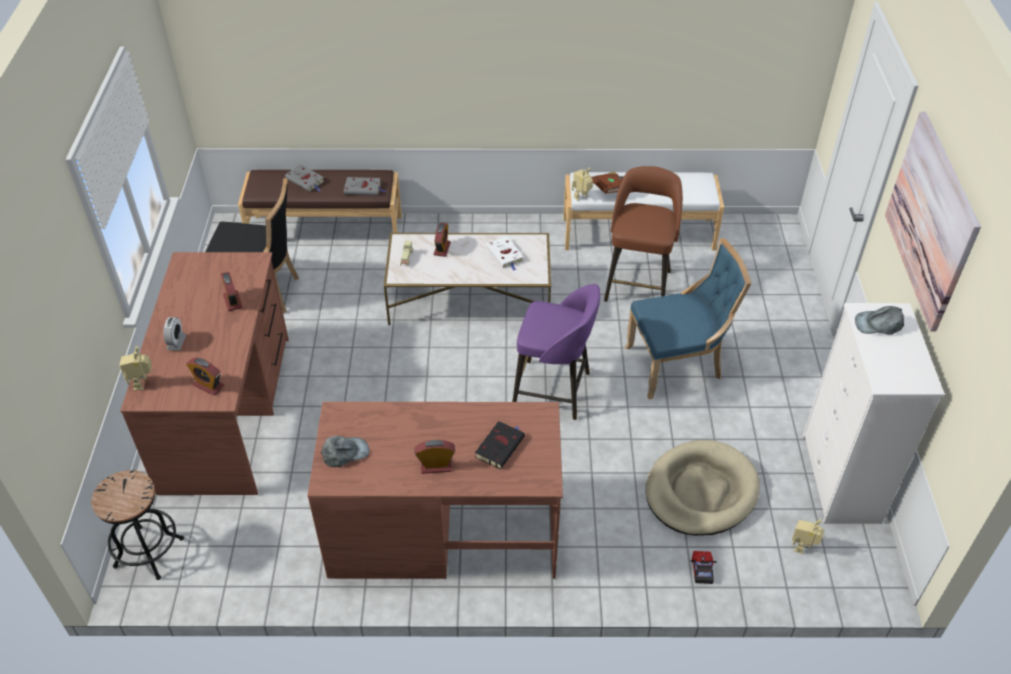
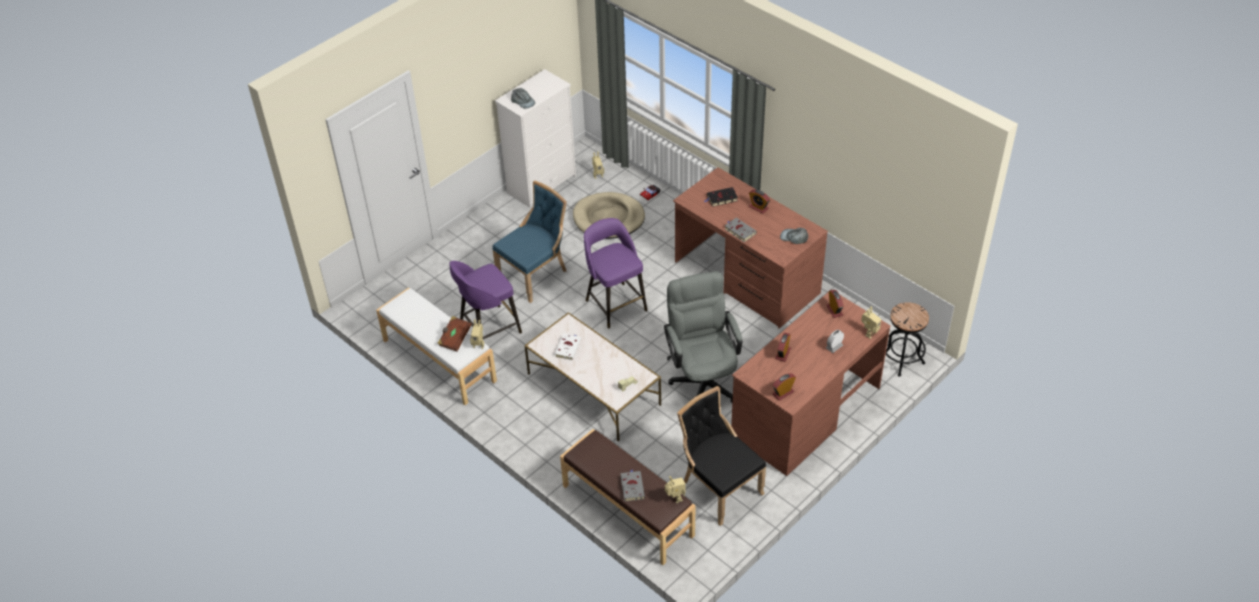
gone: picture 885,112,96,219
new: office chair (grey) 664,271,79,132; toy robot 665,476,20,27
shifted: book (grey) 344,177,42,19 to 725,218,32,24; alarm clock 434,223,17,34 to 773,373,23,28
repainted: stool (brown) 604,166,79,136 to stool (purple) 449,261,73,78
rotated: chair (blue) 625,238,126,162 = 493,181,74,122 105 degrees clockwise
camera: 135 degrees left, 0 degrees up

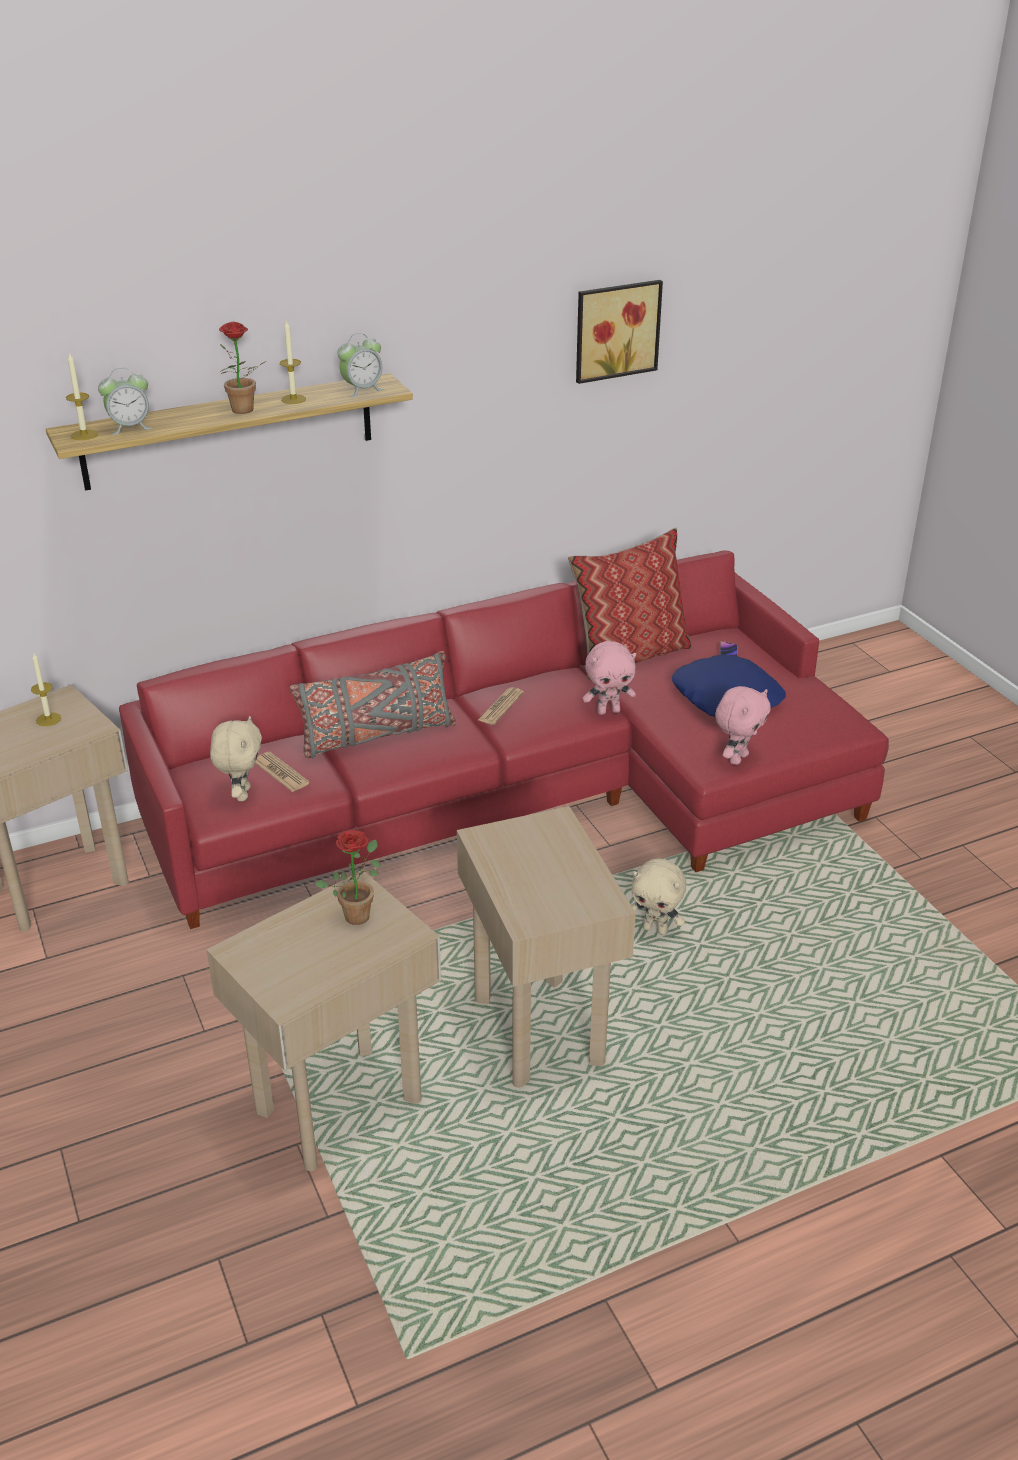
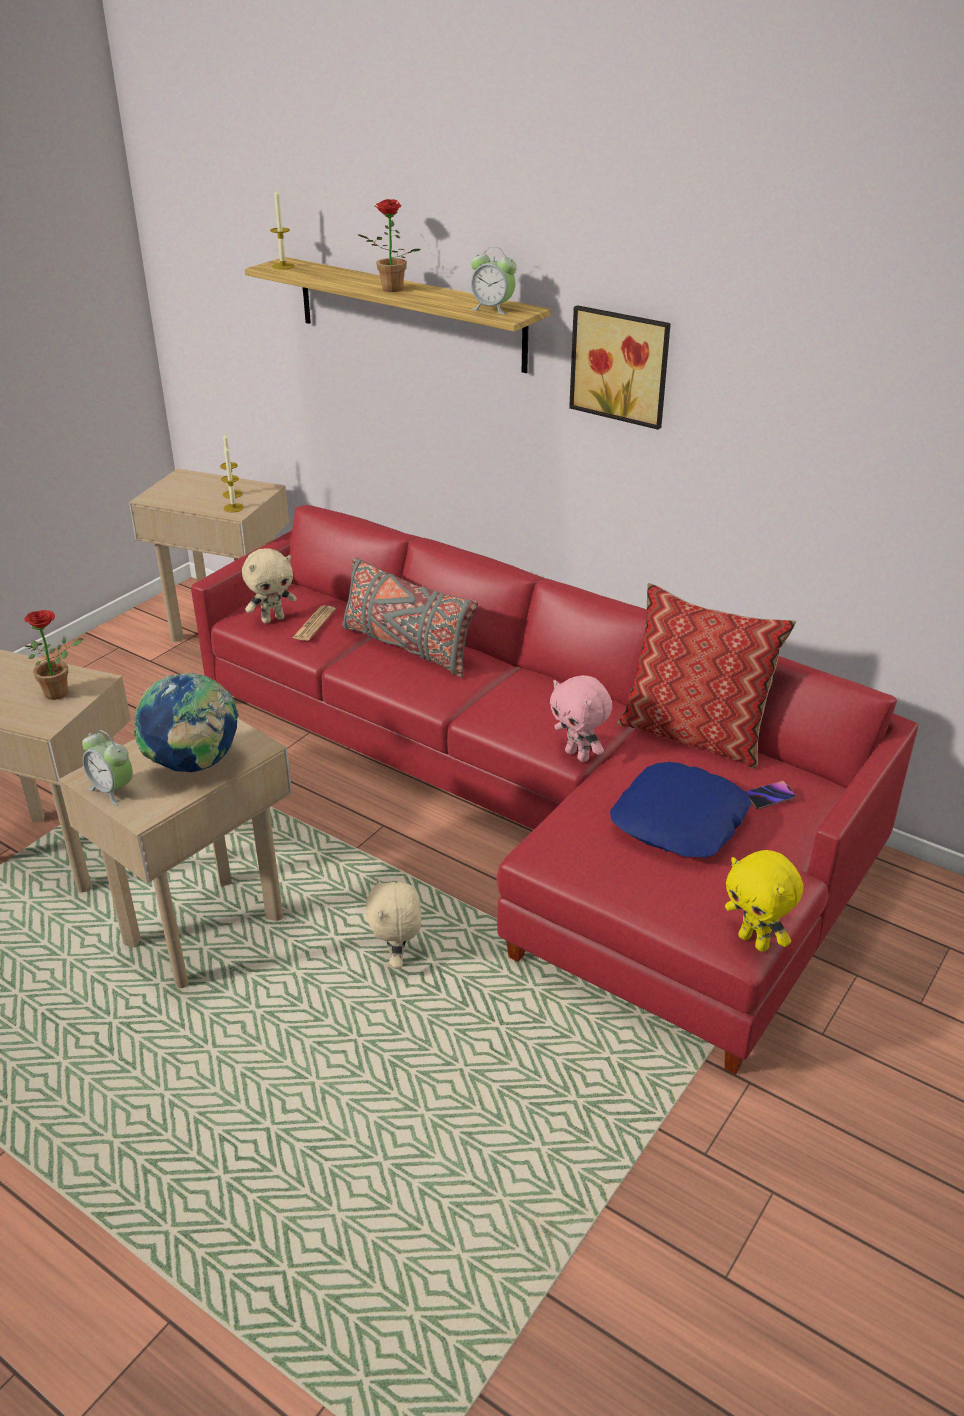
gone: newspaper 478,687,46,38; plush toy (pink) 715,686,56,79
new: globe 134,673,105,99; plush toy (yellow) 725,850,78,102
shifted: alarm clock 98,368,55,67 to 82,730,51,76; candle 280,320,26,84 to 221,446,23,66; picture 576,280,87,104 to 569,305,102,125
camera: 60 degrees right, 0 degrees up

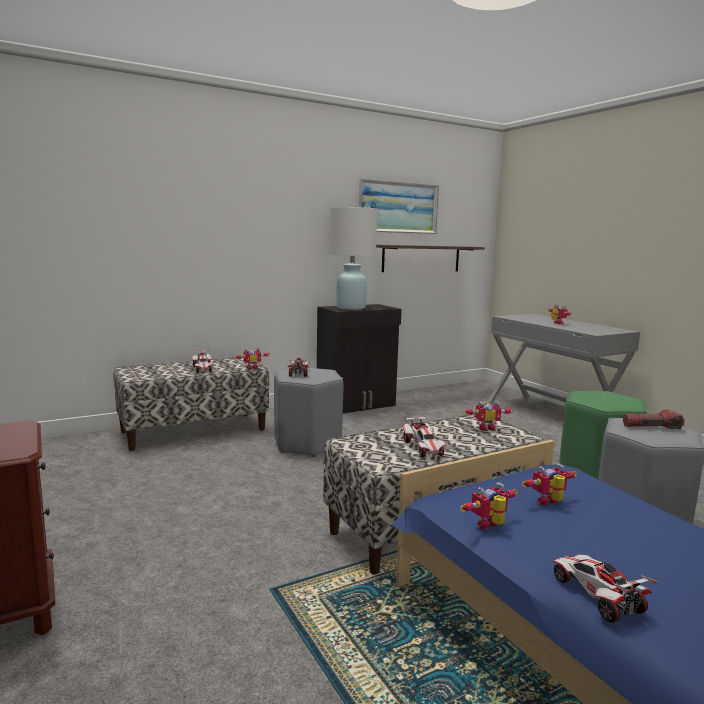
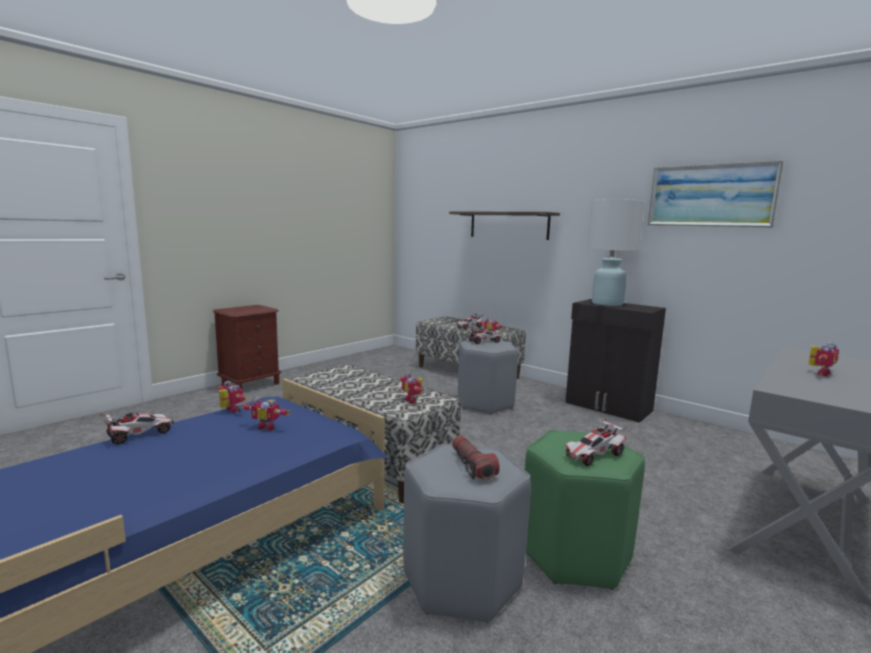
shifted: shelf 376,245,109,27 to 449,212,111,28; toy car 402,414,44,43 to 565,417,63,49
rotated: toy robot 521,463,56,43 = 241,397,50,34 150 degrees clockwise
camera: 70 degrees right, 0 degrees up

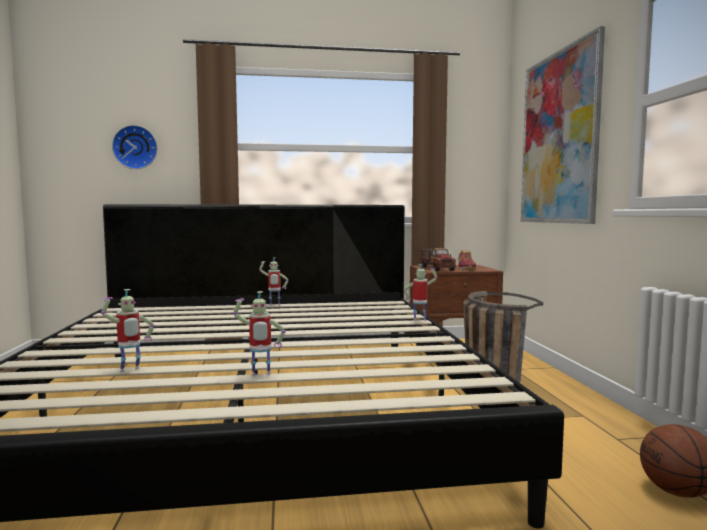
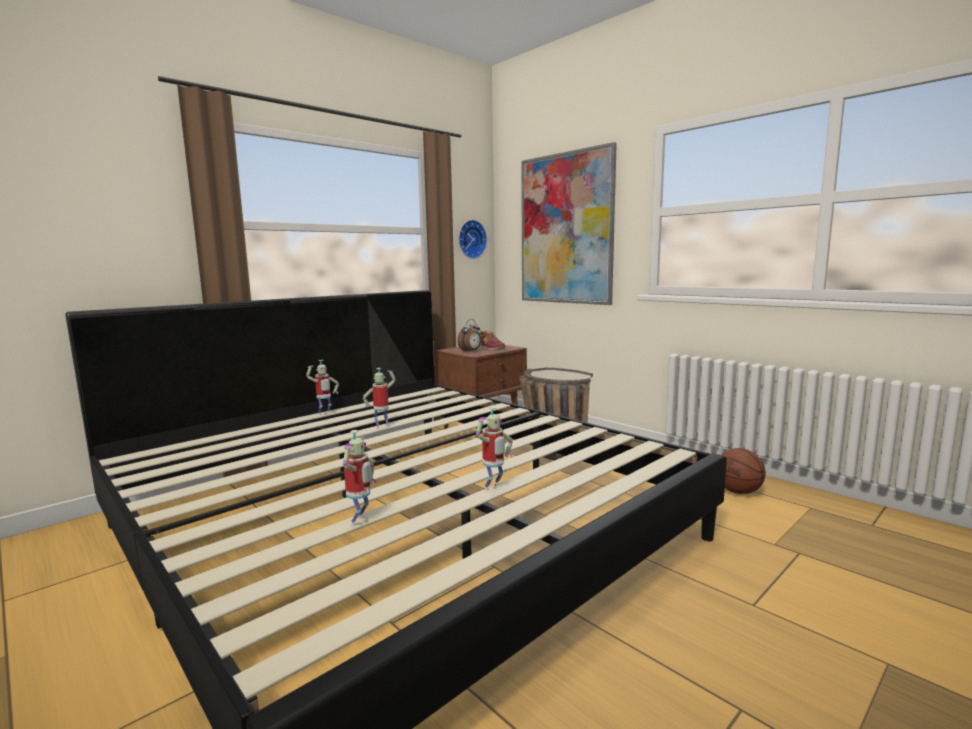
shifted: wall clock 112,125,46,44 to 459,220,28,39; toy robot 404,264,34,57 to 363,368,33,61
swapped: toy truck 420,248,36,23 to alarm clock 457,319,24,34
camera: 35 degrees left, 5 degrees up

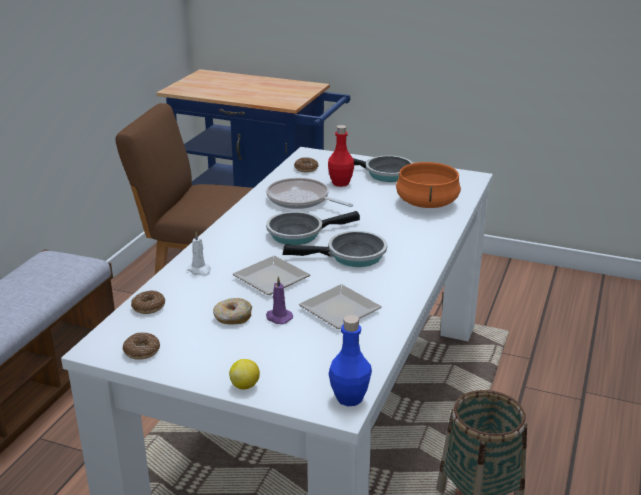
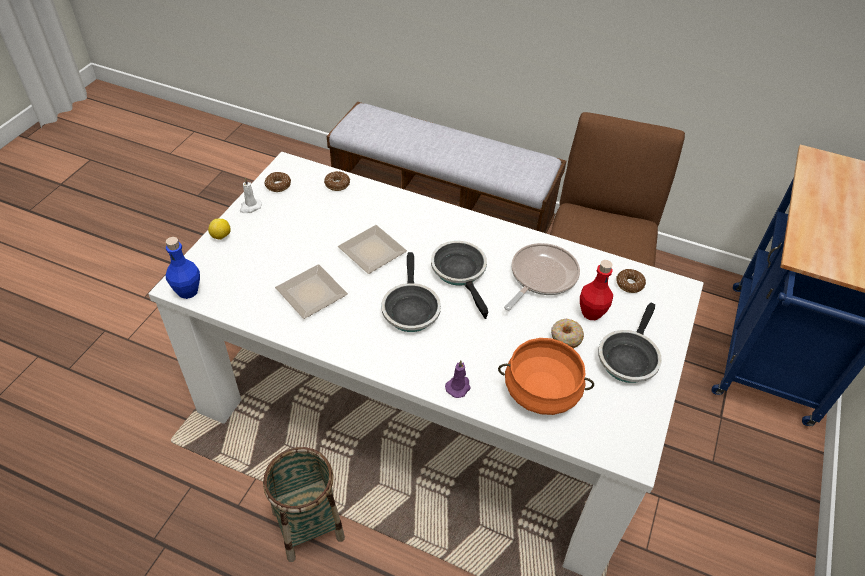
shifted: candle (white) 187,232,24,44 to 240,178,22,35; donut 213,298,39,27 to 551,318,33,31; candle (purple) 266,276,27,48 to 445,361,26,37
camera: 90 degrees right, 20 degrees up

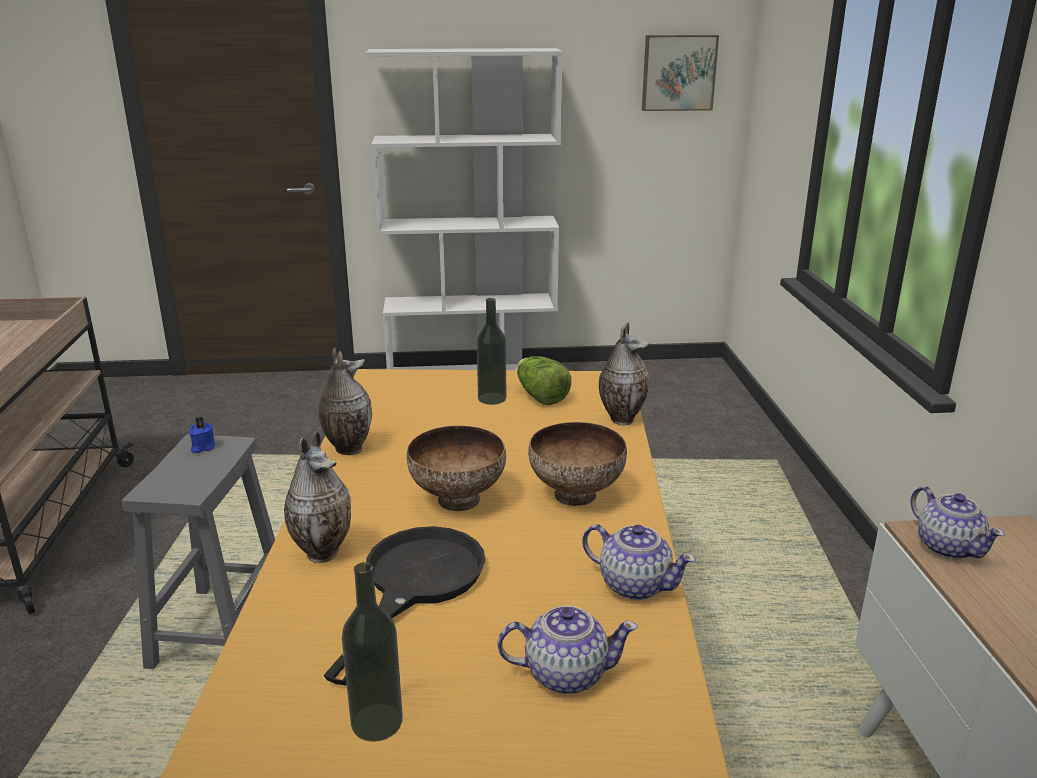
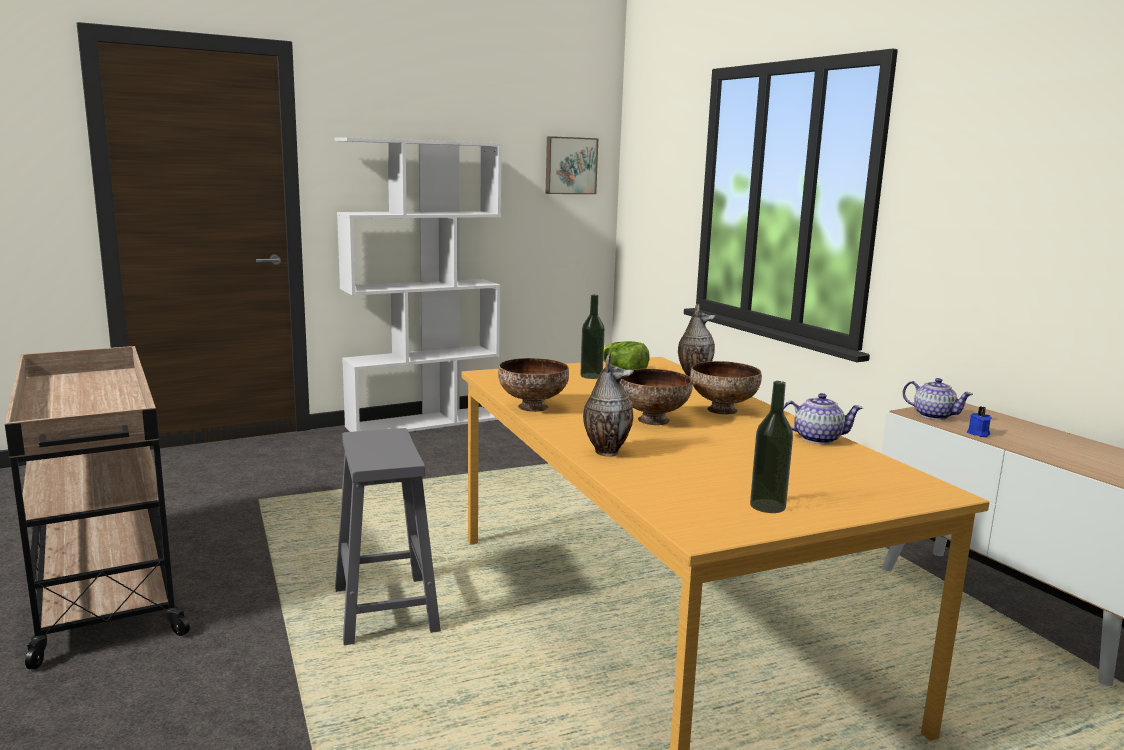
gone: frying pan (black) 323,526,162,160; teapot 498,605,140,89
shifted: candle (blue) 189,417,26,36 to 967,406,25,31
swapped: vase 318,347,54,108 to bowl 498,358,71,54
camera: 25 degrees left, 10 degrees down

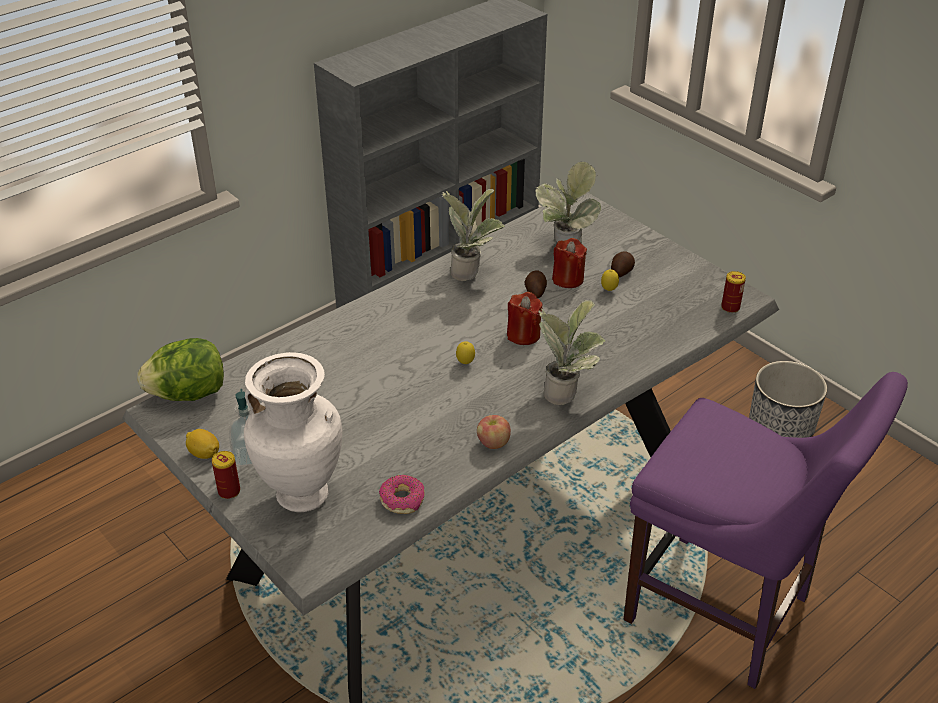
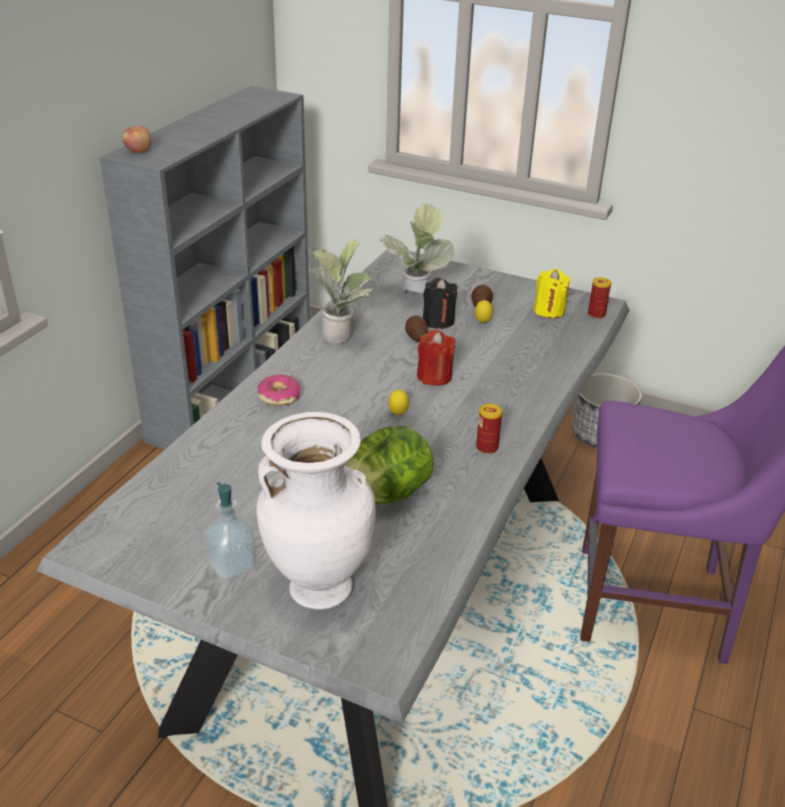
gone: lemon 186,429,33,30; potted plant 538,300,68,105
new: candle (yellow) 534,269,37,49
shifted: lettuce 138,338,86,63 to 345,426,89,78; can 212,451,28,48 to 476,404,26,50; donut 379,475,46,39 to 257,375,43,30; apple 477,415,34,34 to 122,126,30,27
repainted: candle (red) 552,238,35,50 to candle (black) 423,278,35,51
camera: 25 degrees left, 5 degrees down

